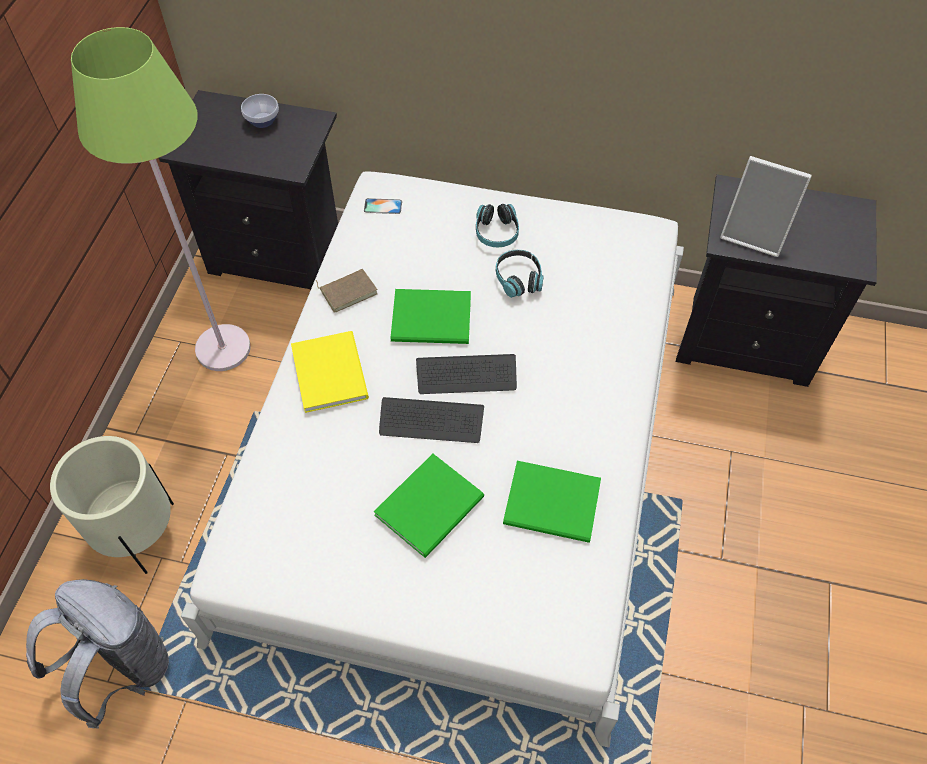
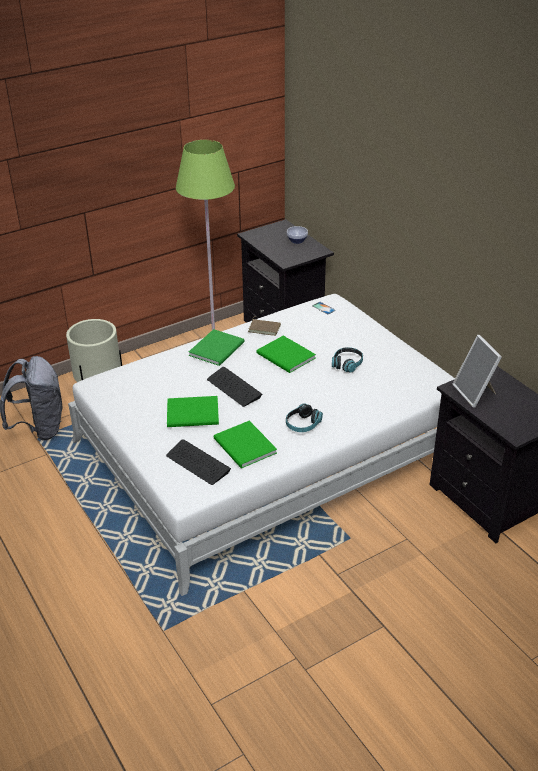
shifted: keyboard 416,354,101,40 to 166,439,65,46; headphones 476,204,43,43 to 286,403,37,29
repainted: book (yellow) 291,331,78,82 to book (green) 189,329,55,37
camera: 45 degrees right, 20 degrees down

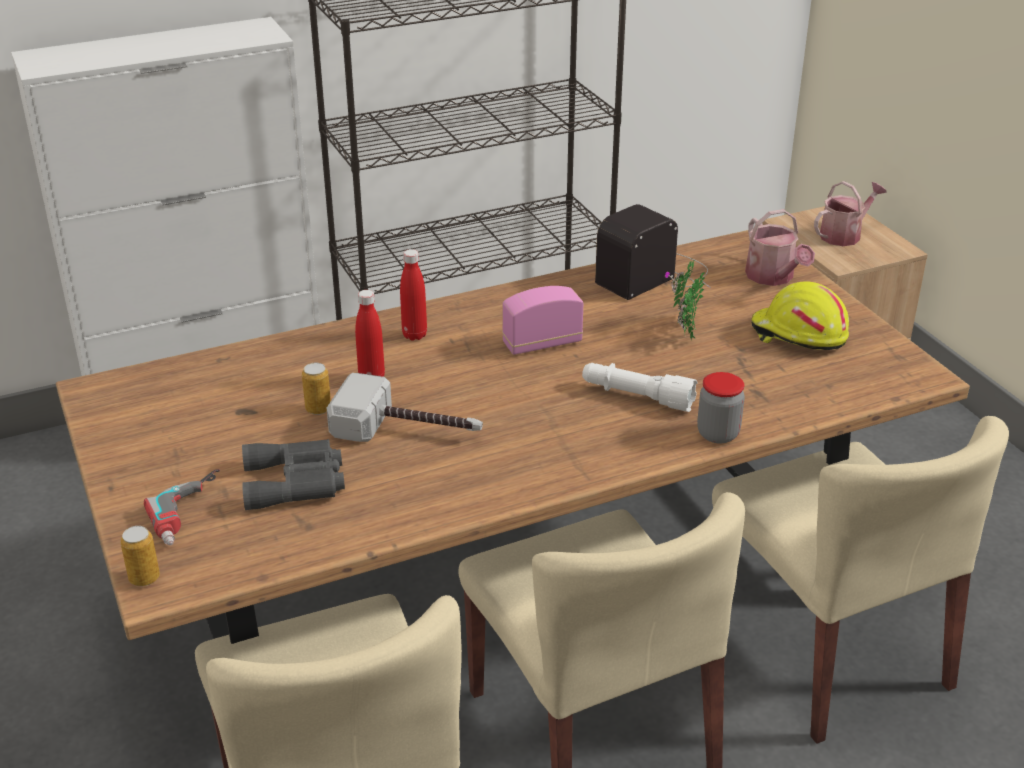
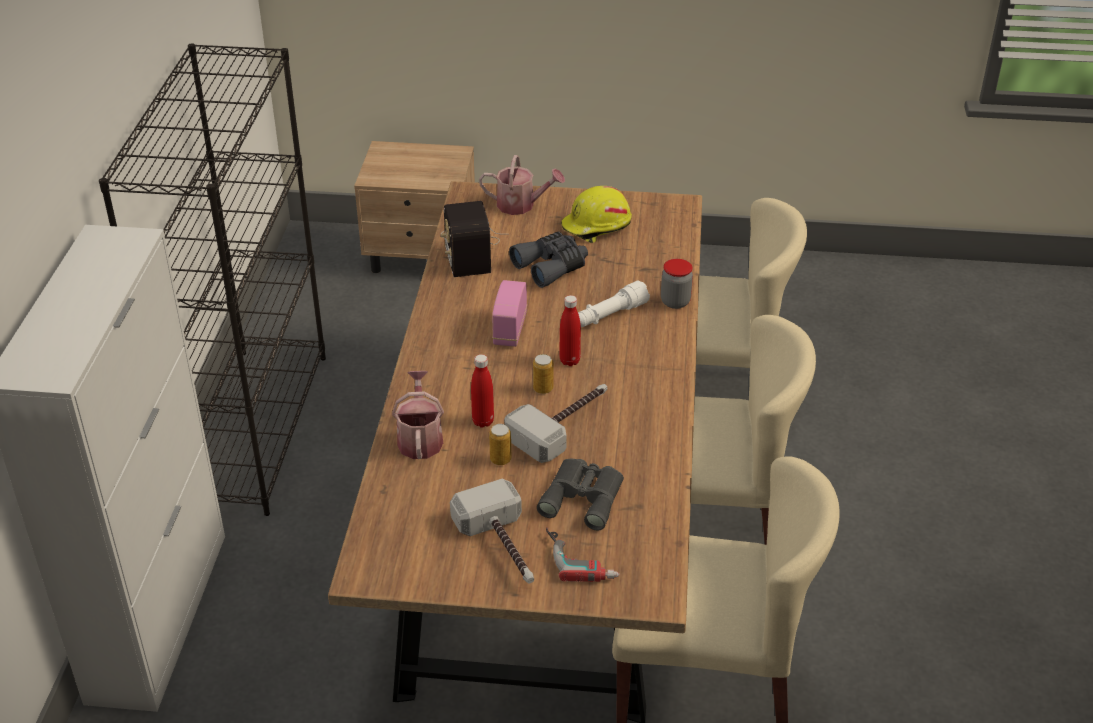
new: hammer 450,479,84,104
shifted: can 120,526,40,60 to 533,354,20,40; bottle (red) 400,249,27,91 to 559,295,22,71; watering can 814,181,73,65 to 392,371,52,88
swapped: potted plant 671,258,34,81 to binoculars (grey) 509,232,79,56
camera: 60 degrees left, 5 degrees up

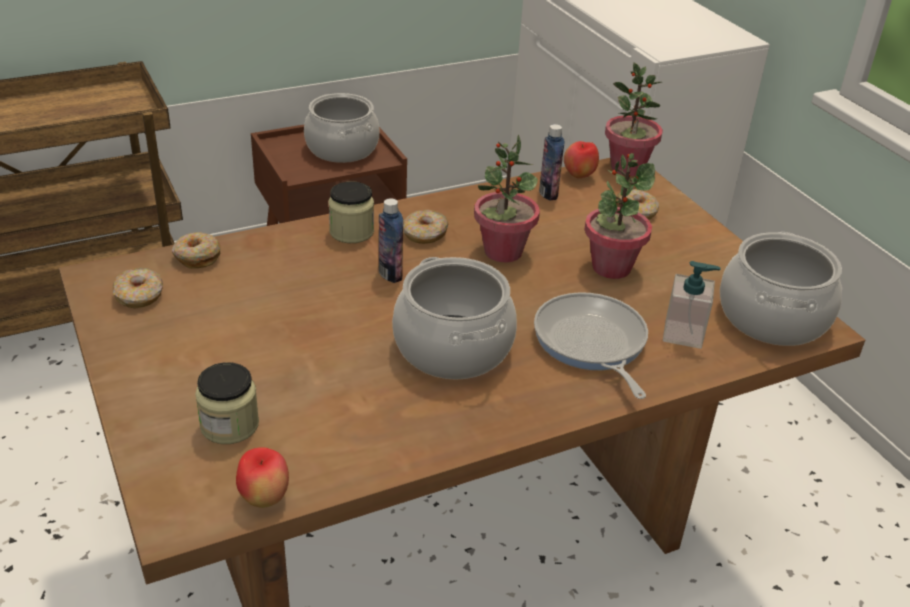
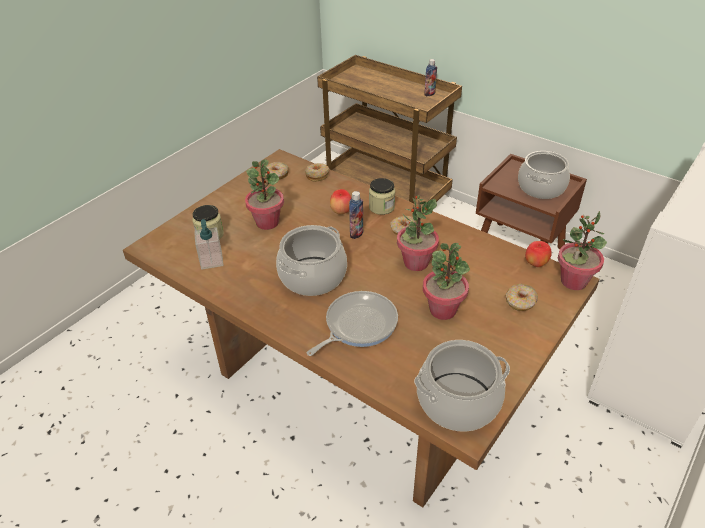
new: potted plant 245,159,39,71
shifted: apple 236,447,53,61 to 330,189,21,25; bottle 539,124,25,77 to 424,59,13,37; soap dispenser 663,261,58,88 to 194,219,30,50
camera: 65 degrees right, 5 degrees up

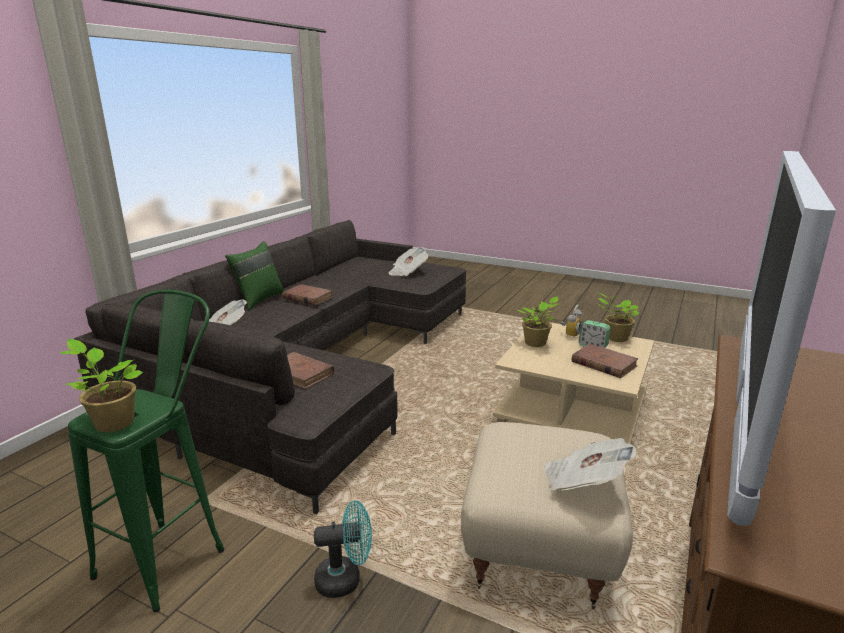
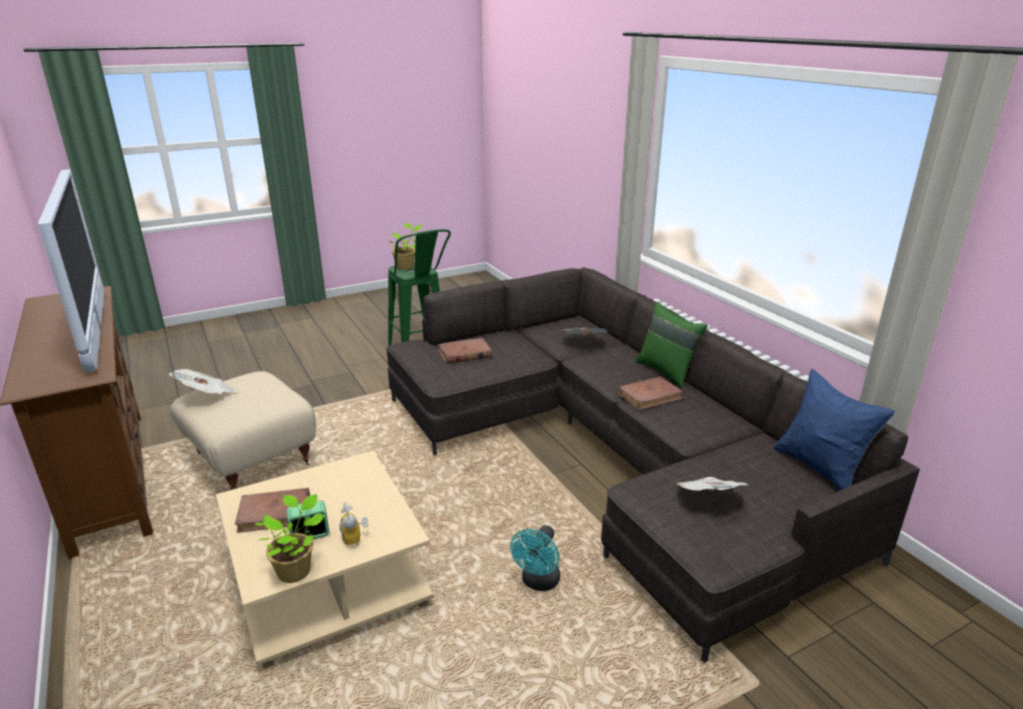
gone: potted plant 518,296,41,51
new: pillow (blue) 774,369,121,122
shifted: fan (turquoise) 314,501,58,97 to 510,525,50,66
camera: 125 degrees right, 5 degrees up

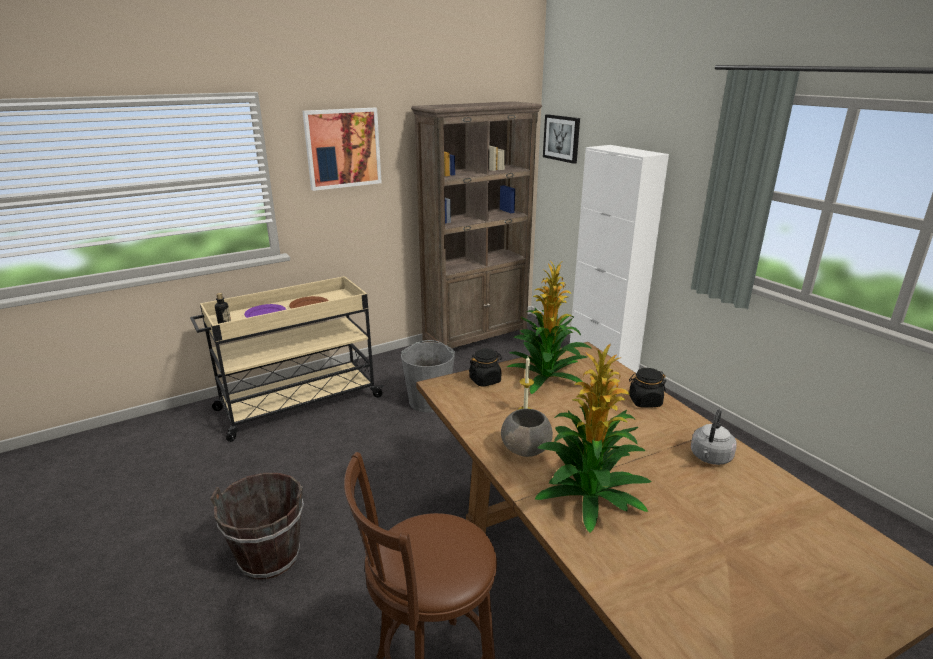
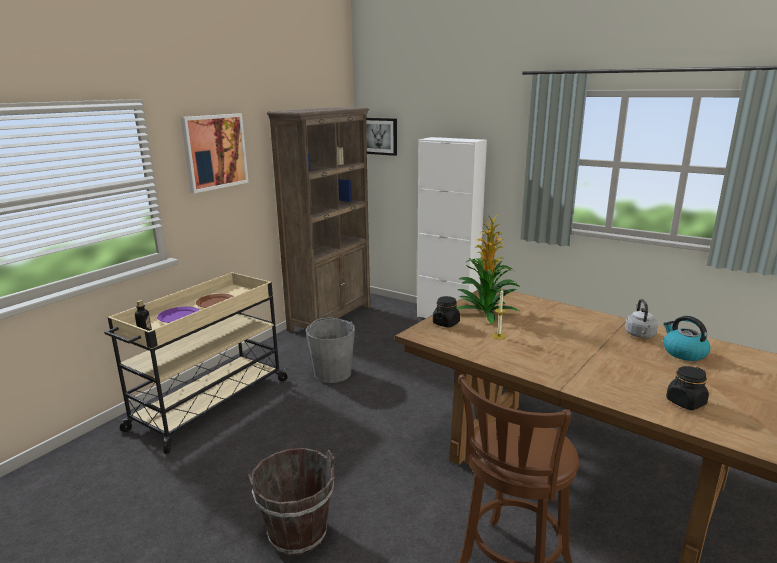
gone: bowl (grey) 501,409,52,48; potted plant 535,344,116,189
new: kettle 663,316,48,45
shifted: jar (black) 629,368,37,40 to 666,366,43,44
camera: 25 degrees left, 5 degrees down

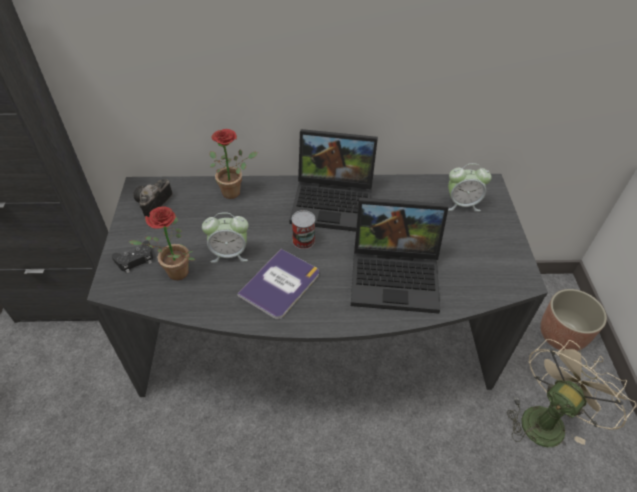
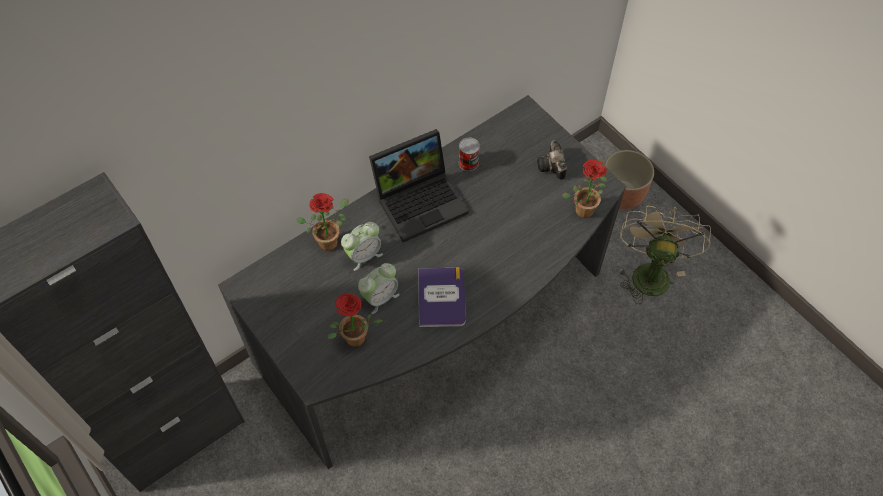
gone: game controller (black) 112,241,41,32; laptop 351,197,97,117
new: potted plant 562,160,45,58
shifted: photo camera 133,179,40,38 to 537,140,30,40; can 292,210,23,39 to 459,137,21,34; alarm clock 448,163,44,48 to 341,222,42,49
camera: 35 degrees left, 10 degrees up

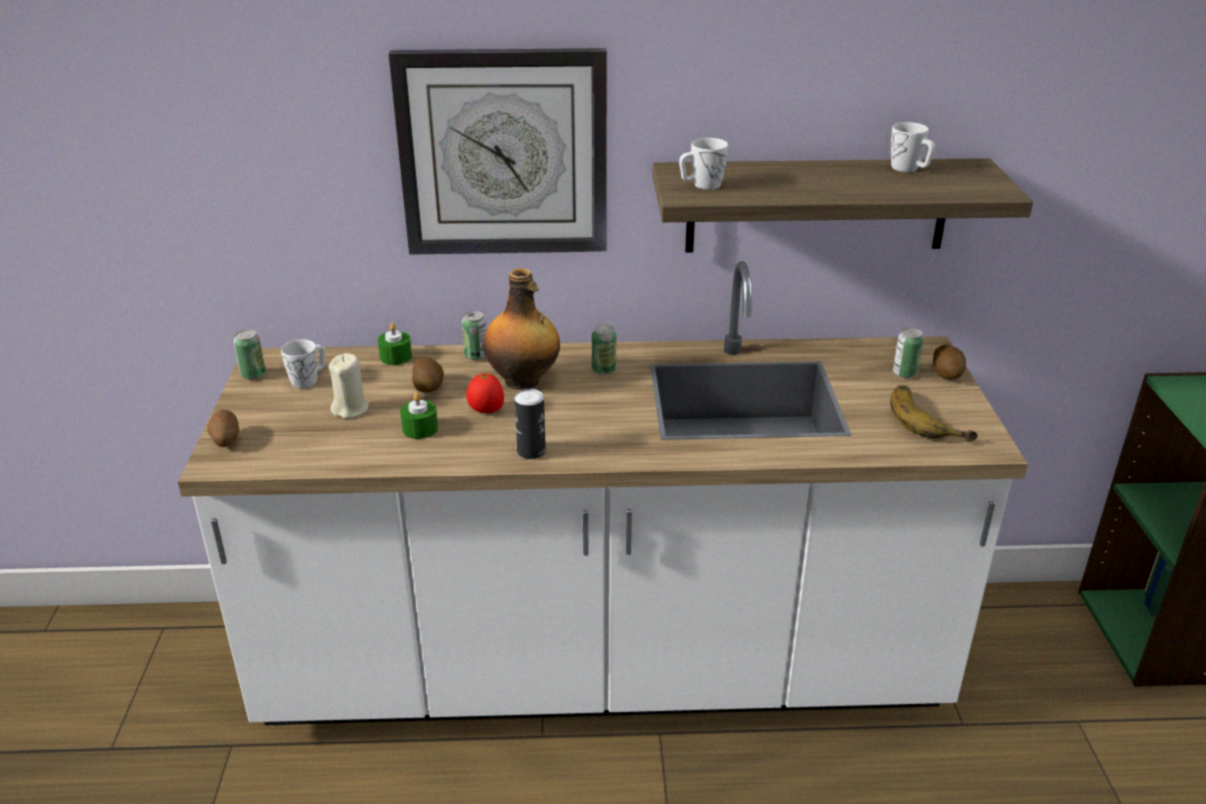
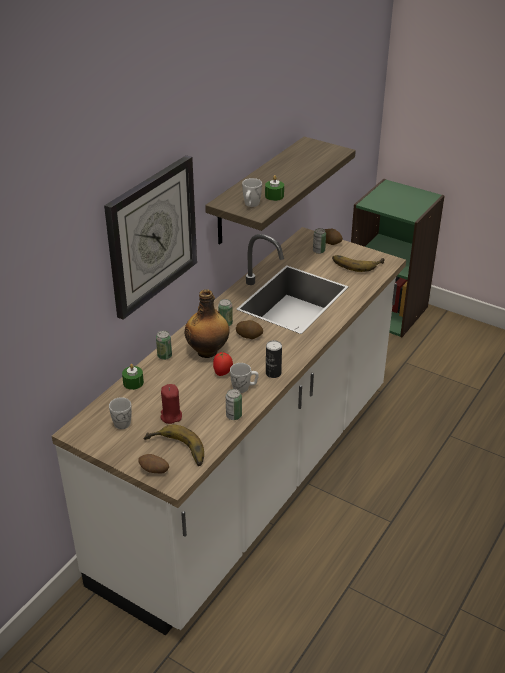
new: banana 143,425,61,41
shifted: can 234,330,32,50 to 226,389,16,31; candle (green) 400,392,38,47 to 265,175,19,26; potato 412,357,32,35 to 236,320,27,19; mug (white) 891,122,44,50 to 230,363,29,30
repainted: candle (beige) 329,353,40,66 to candle (red) 160,384,22,40
camera: 55 degrees left, 5 degrees up

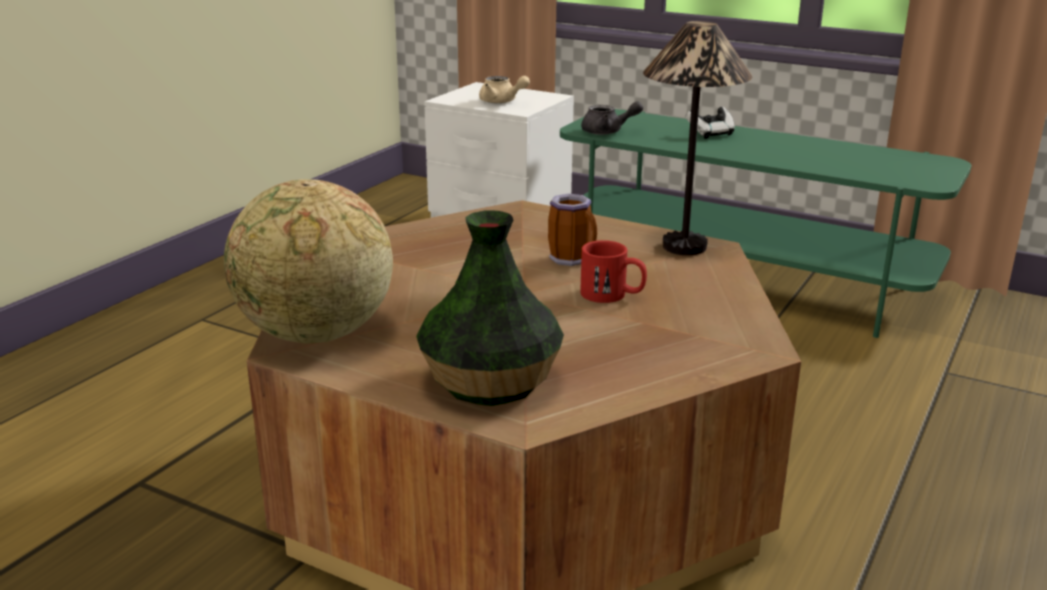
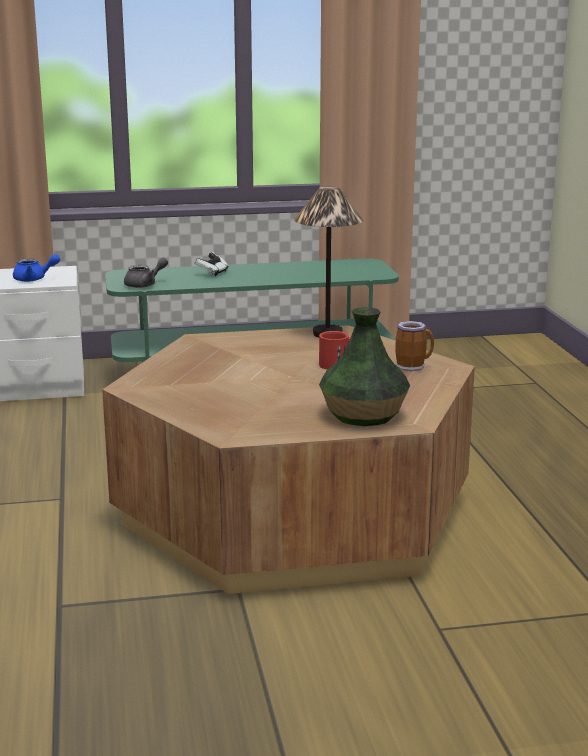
gone: globe 224,179,169,165
shifted: mug 548,194,49,72 to 395,321,39,50
repainted: teapot (beige) 479,76,51,27 to teapot (blue) 13,254,47,28
camera: 40 degrees left, 5 degrees down

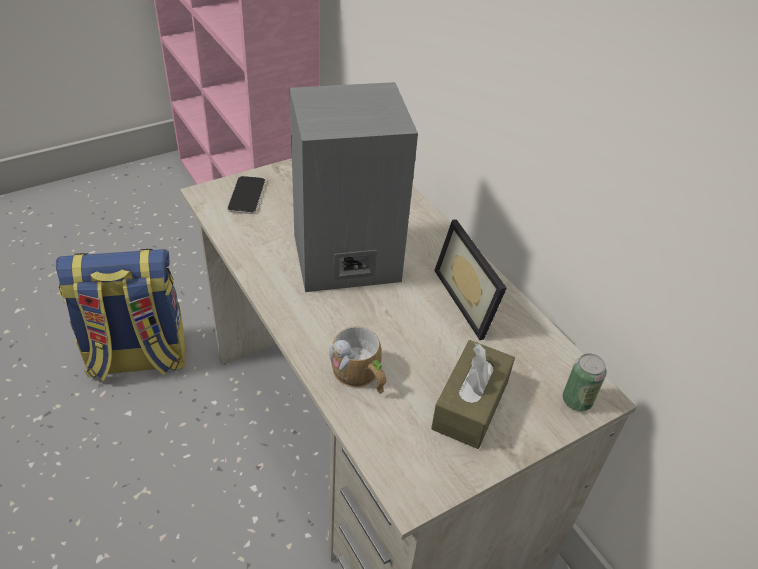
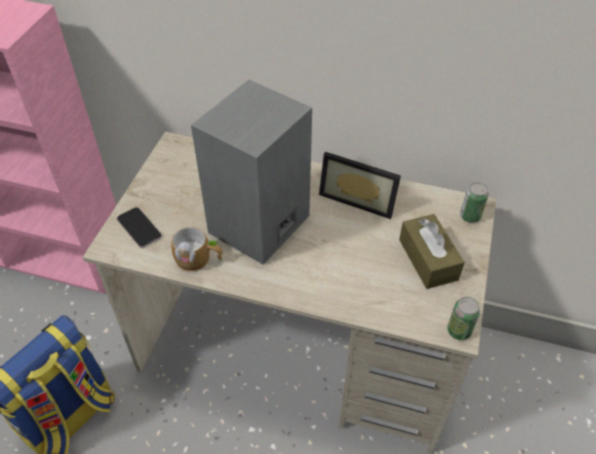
new: can 447,297,33,43
shifted: mug 329,326,58,68 to 171,227,52,44
camera: 40 degrees left, 5 degrees up

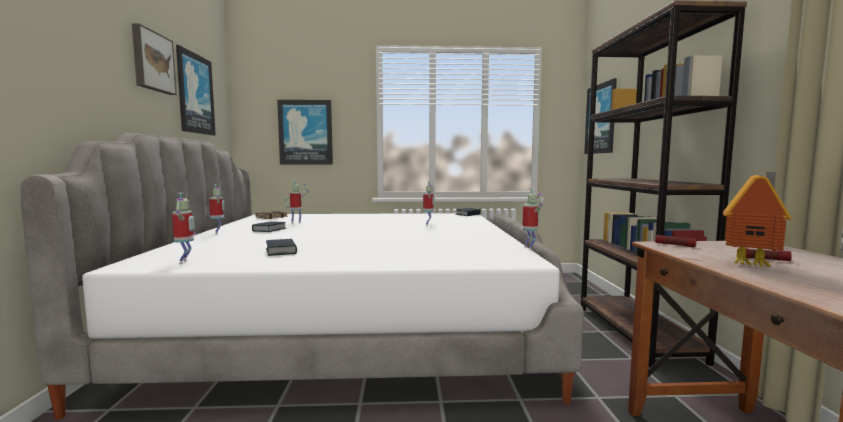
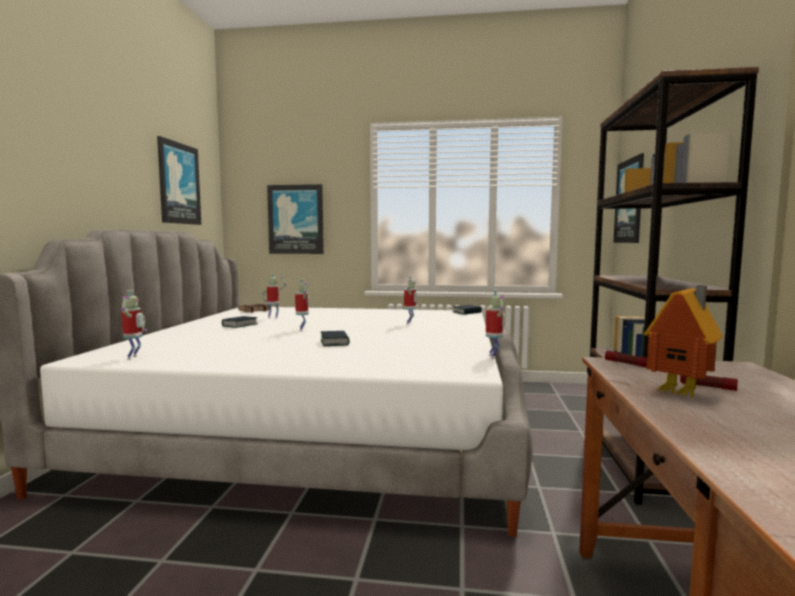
gone: picture 132,23,45,72
shifted: toy robot 209,184,16,50 to 295,278,15,53; book 266,239,31,17 to 321,331,28,15
camera: 10 degrees right, 0 degrees up

